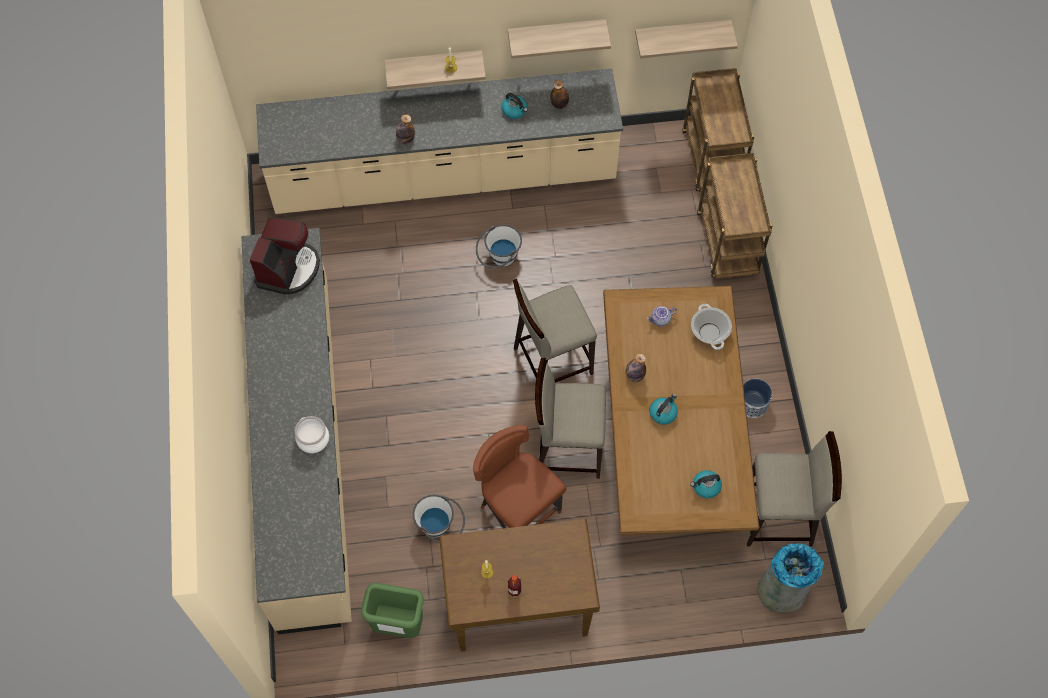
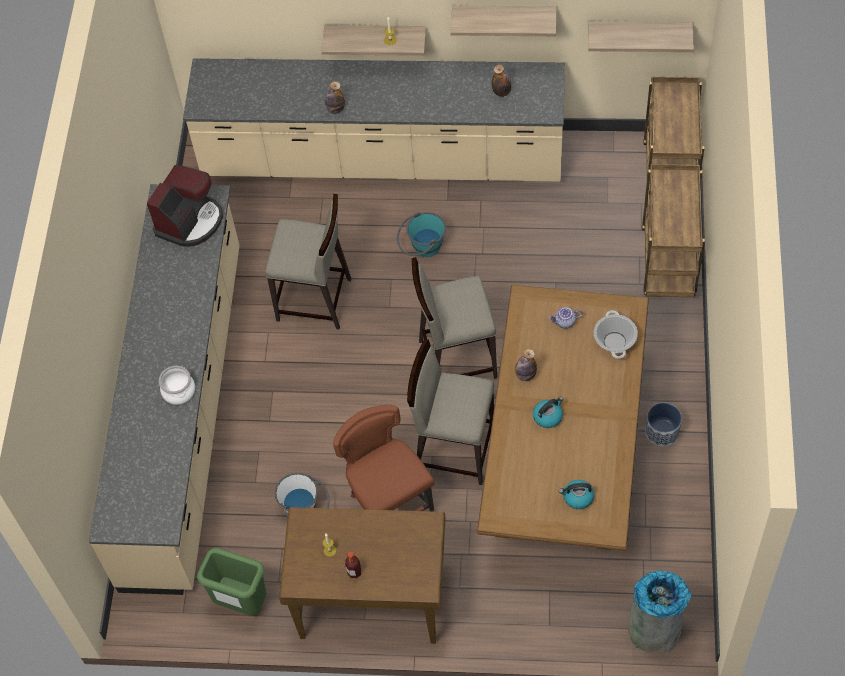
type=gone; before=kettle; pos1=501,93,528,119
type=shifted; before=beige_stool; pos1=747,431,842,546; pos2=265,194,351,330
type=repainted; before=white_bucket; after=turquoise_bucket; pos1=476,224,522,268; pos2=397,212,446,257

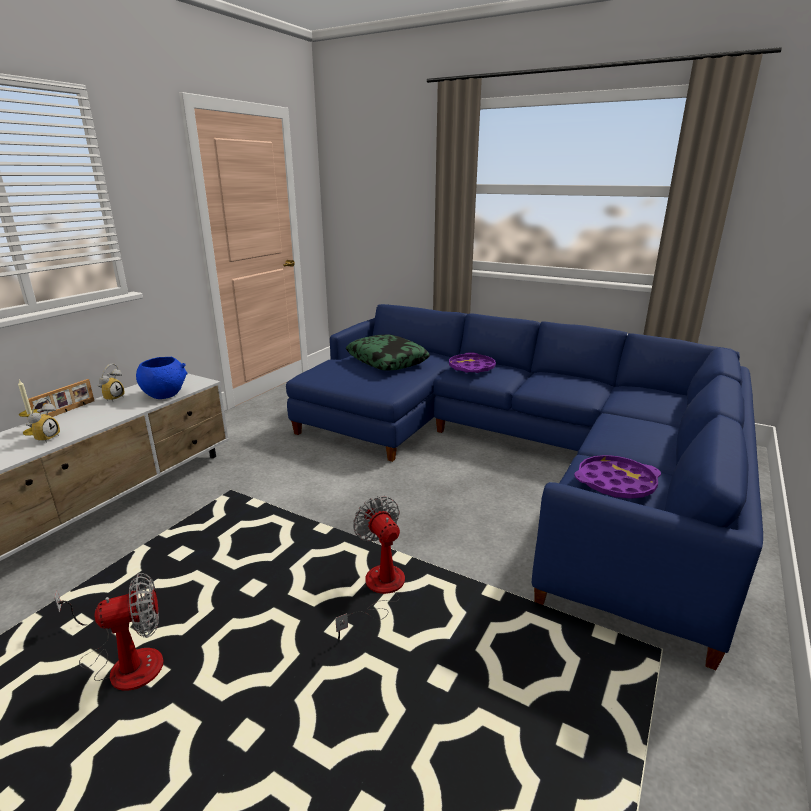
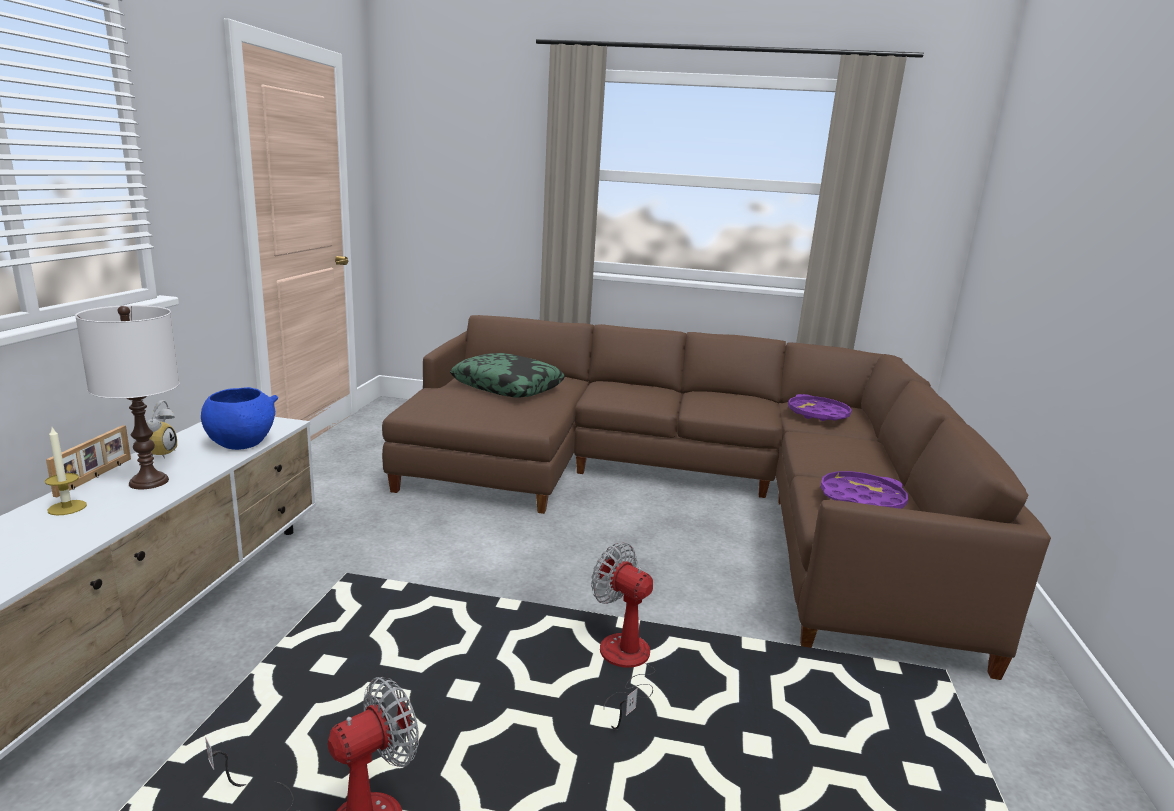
type=gone; before=alarm_clock; pos1=26,398,60,443
type=new; after=white_table_lamp; pos2=75,305,180,489
type=shifted; before=purple_tray; pos1=449,353,496,373; pos2=788,394,852,421
type=repainted; before=blue_sofa; after=brown_sofa; pos1=286,304,763,670; pos2=382,315,1051,680

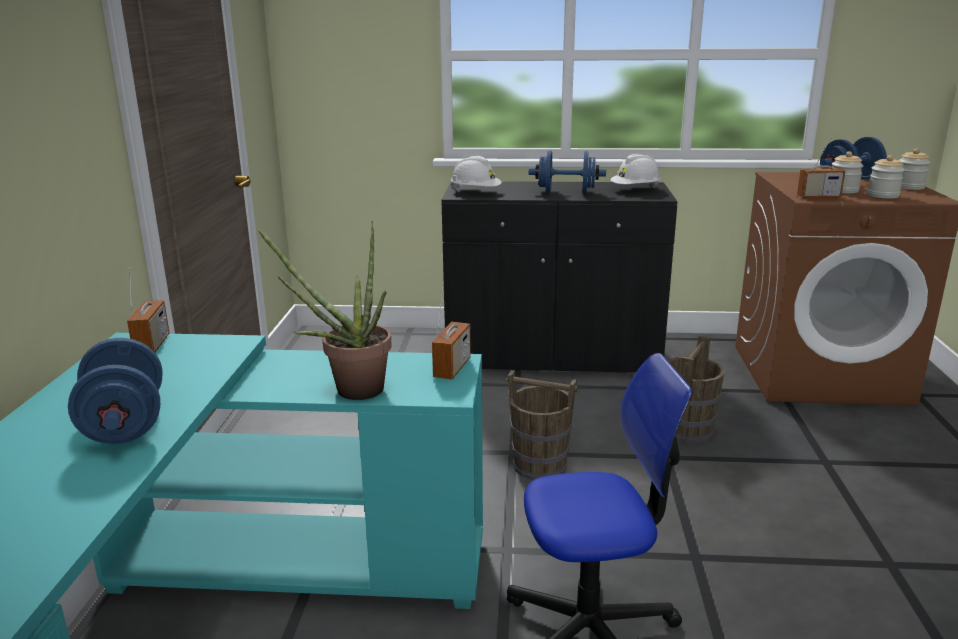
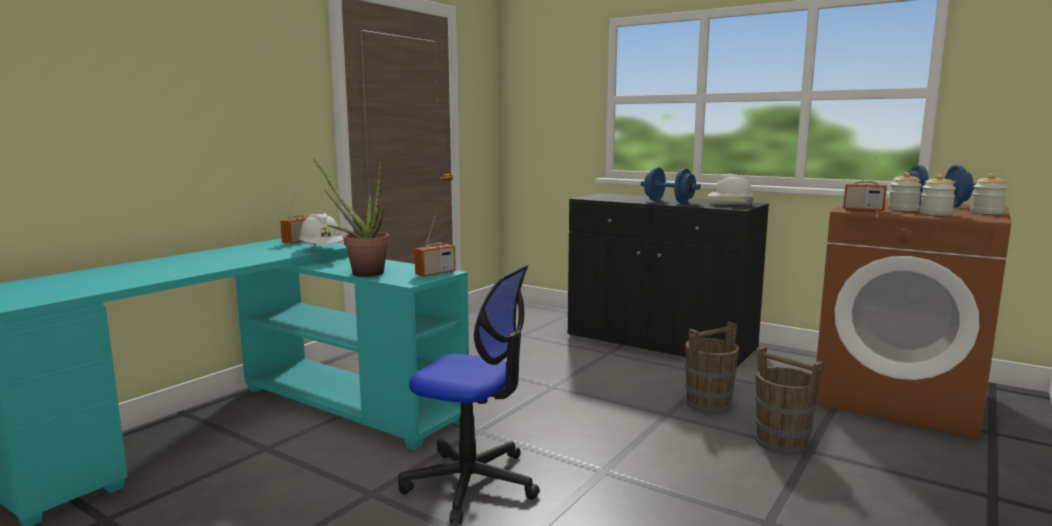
type=gone; before=blue_dumbbell; pos1=68,338,163,444
type=shifted; before=white_hard_hat; pos1=451,156,502,190; pos2=299,213,343,246
type=shifted; before=brown_bucket; pos1=507,370,578,480; pos2=755,346,823,455

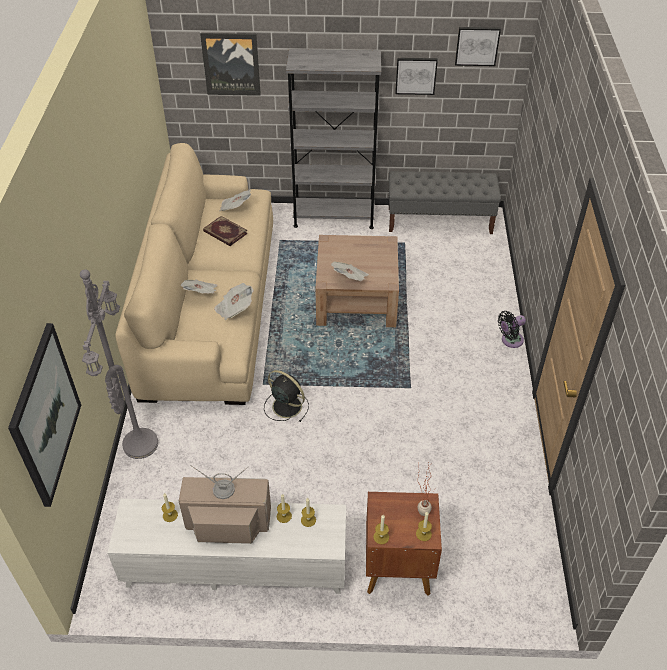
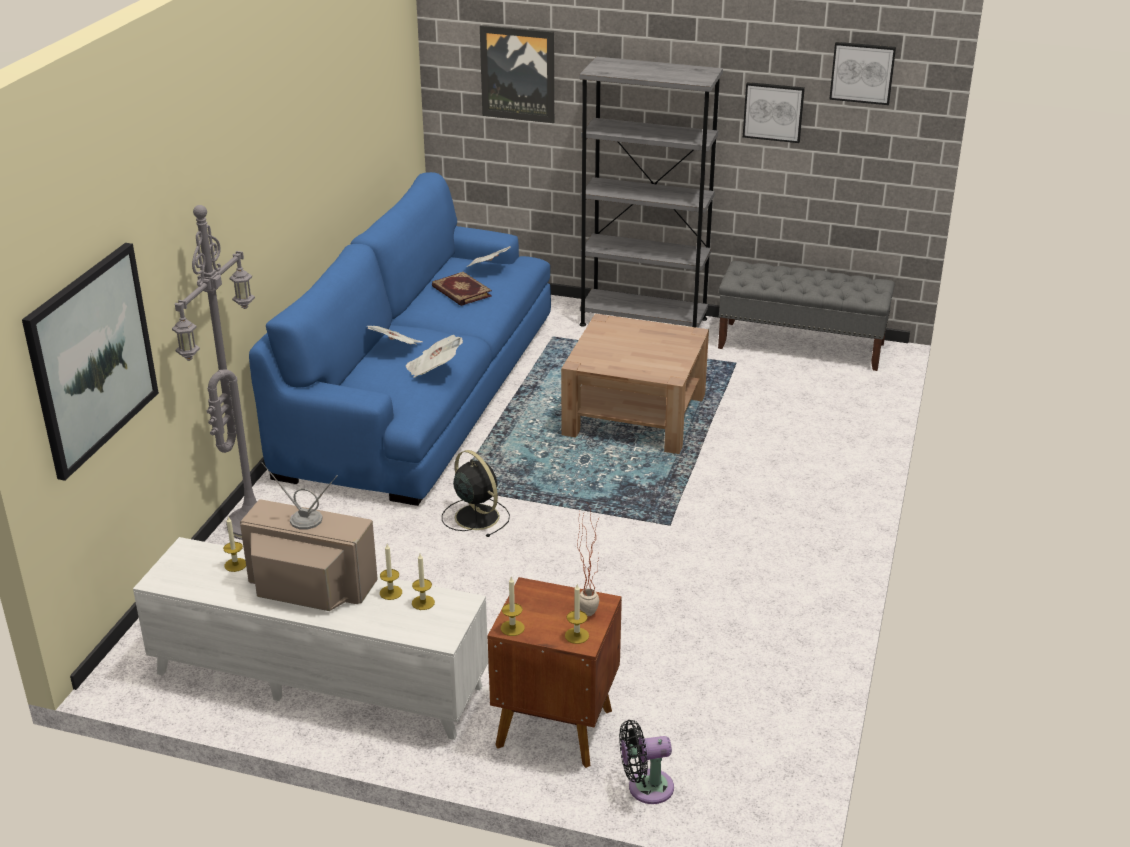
type=gone; before=newspaper; pos1=331,262,369,281
type=shifted; before=black_fan; pos1=498,311,526,348; pos2=619,720,674,804
type=repainted; before=beige_sofa; after=blue_sofa; pos1=115,143,273,405; pos2=249,172,551,506

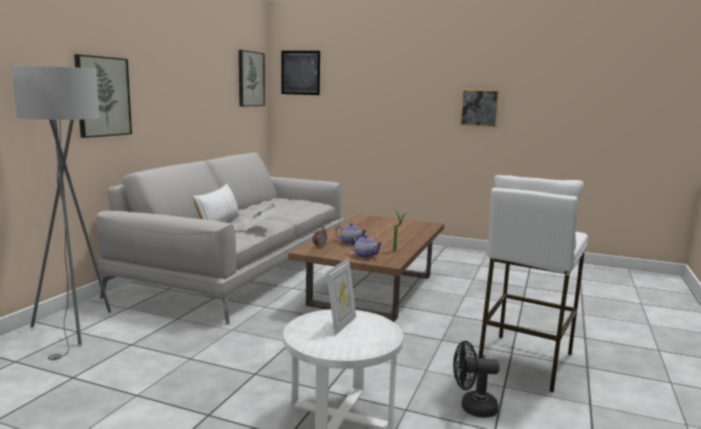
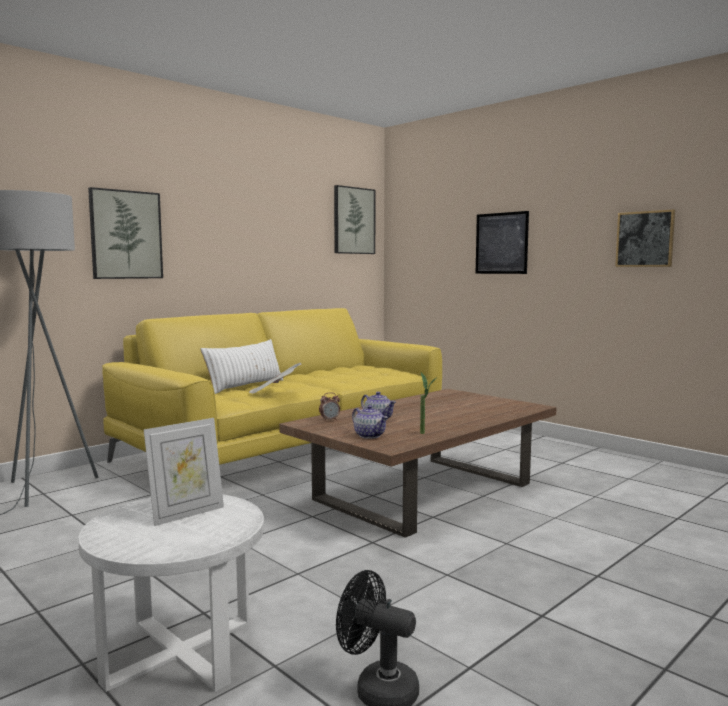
type=gone; before=white_stool; pos1=478,175,588,393
type=shifted; before=picture; pos1=281,51,320,95; pos2=476,211,529,274
type=repainted; before=grey_sofa; after=yellow_sofa; pos1=97,153,343,325; pos2=102,308,442,465

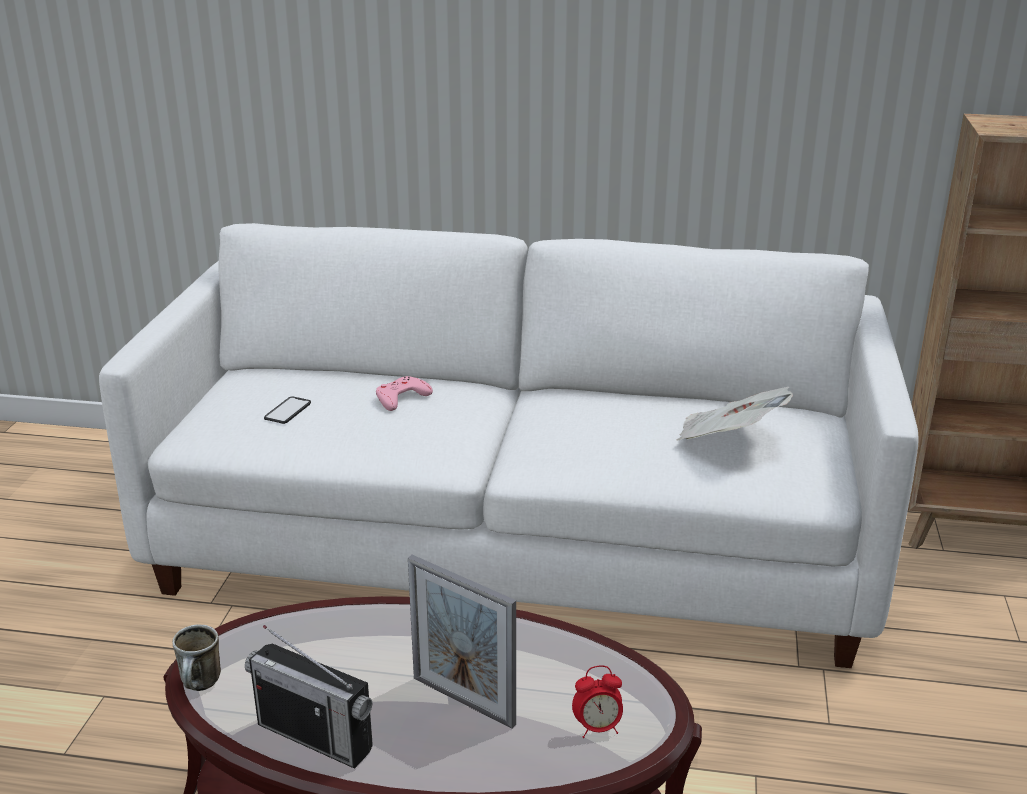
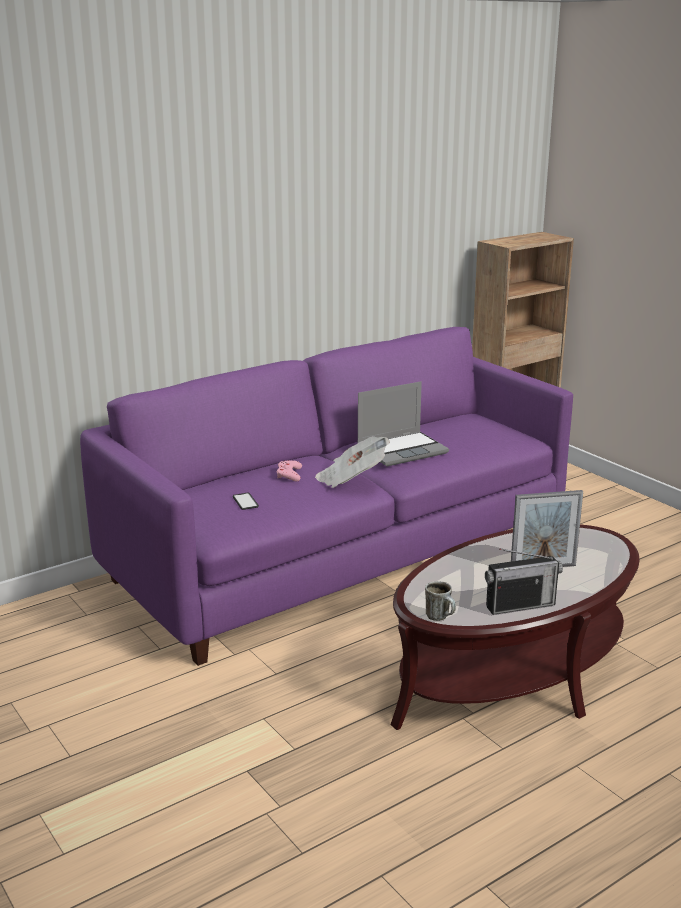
type=gone; before=alarm_clock; pos1=572,665,623,738
type=new; after=laptop; pos2=358,381,449,466
type=shifted; before=newspaper; pos1=676,387,793,441; pos2=315,436,390,488
type=repainted; before=white_sofa; after=purple_sofa; pos1=99,223,918,668; pos2=80,327,573,666

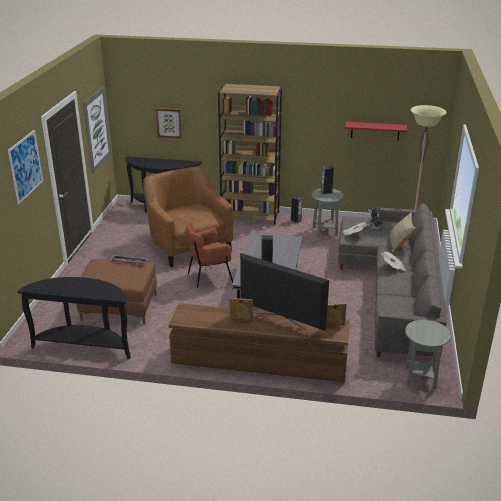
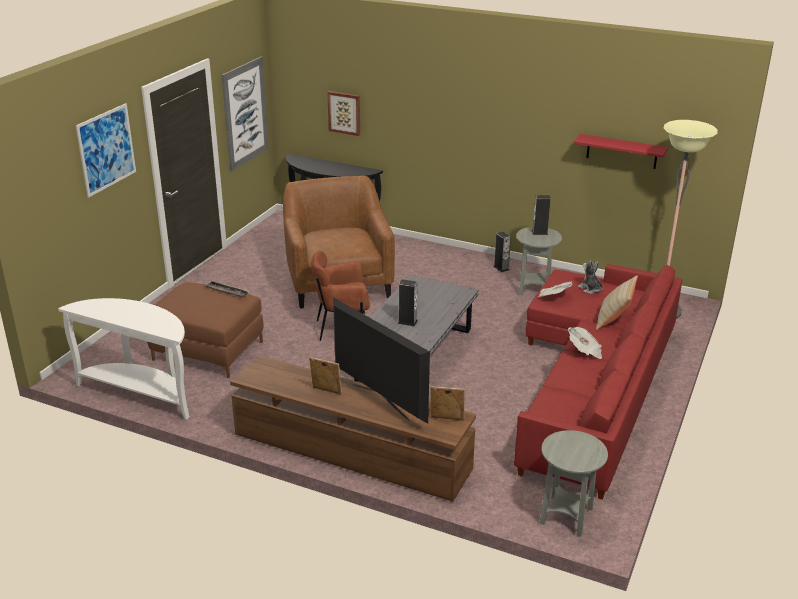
type=gone; before=brown_bookcase; pos1=218,84,282,225
type=repainted; before=black_console_table; after=white_console_table; pos1=17,277,131,359; pos2=58,298,190,420
type=repainted; before=grey_sofa; after=red_sofa; pos1=338,203,447,357; pos2=514,264,682,500

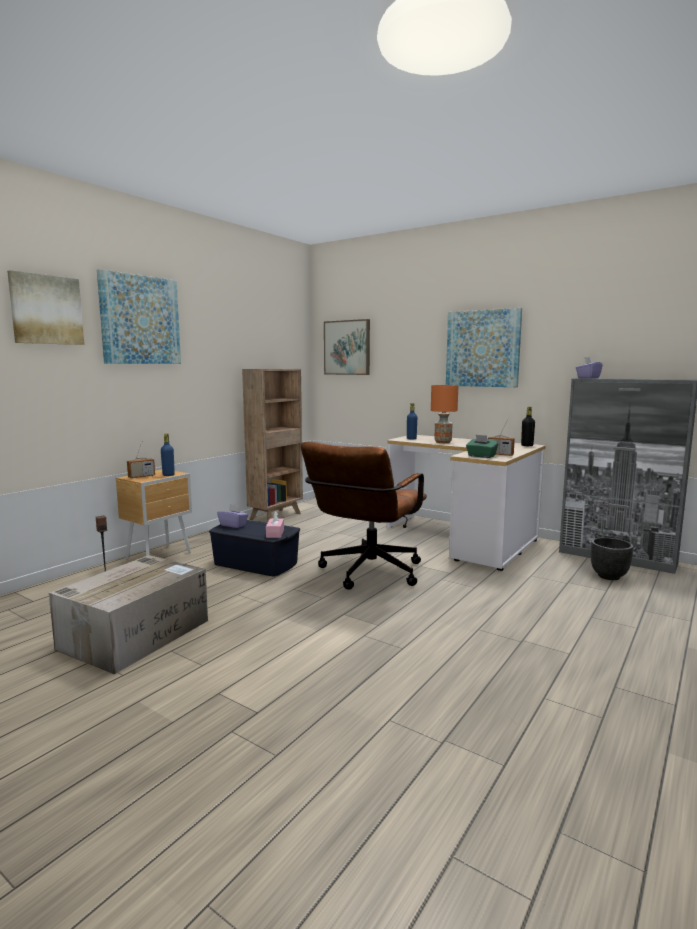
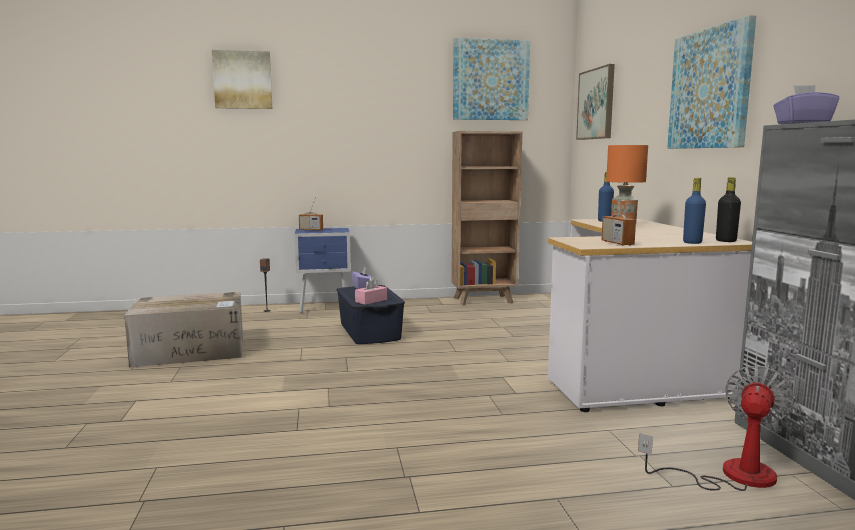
type=gone; before=brown_office_chair; pos1=300,442,427,590
type=gone; before=green_tissue_box; pos1=466,435,499,458
type=shifted; before=picture; pos1=97,269,181,364; pos2=453,38,530,120
type=shifted; before=blue_bottle; pos1=161,433,175,476; pos2=683,178,706,244
type=swapped; before=black_planter; after=fan; pos1=591,537,633,580; pos2=638,365,794,491
type=repainted; before=brown_nightstand; after=blue_nightstand; pos1=116,470,192,560; pos2=294,228,351,313

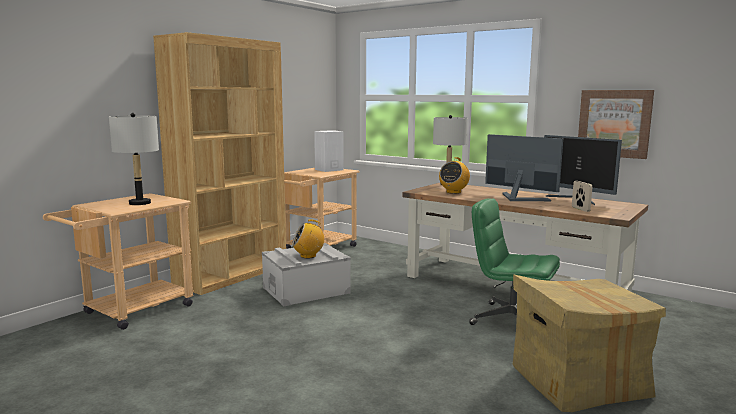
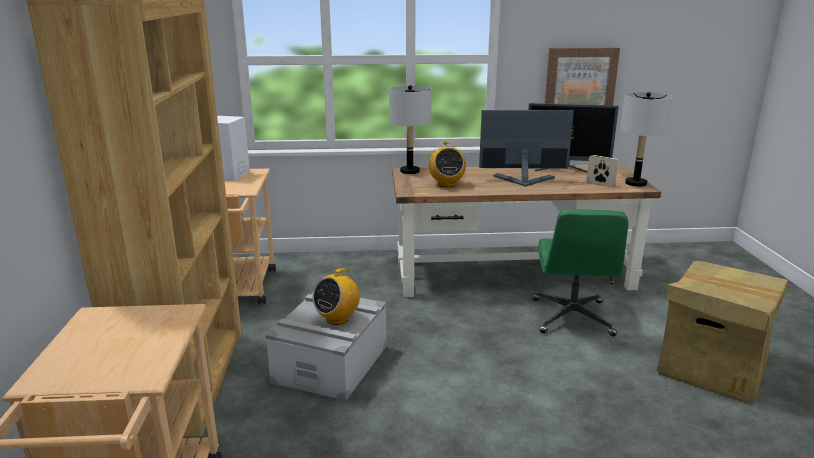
type=shifted; before=grey_table_lamp; pos1=109,113,159,205; pos2=620,92,673,187
type=rotated; before=green_office_chair; pos1=469,198,560,325; pos2=533,209,628,336; turn=-75

